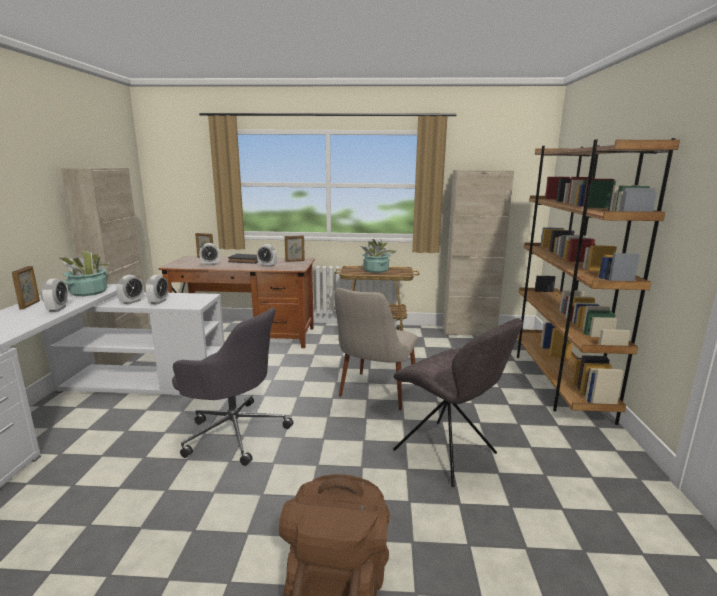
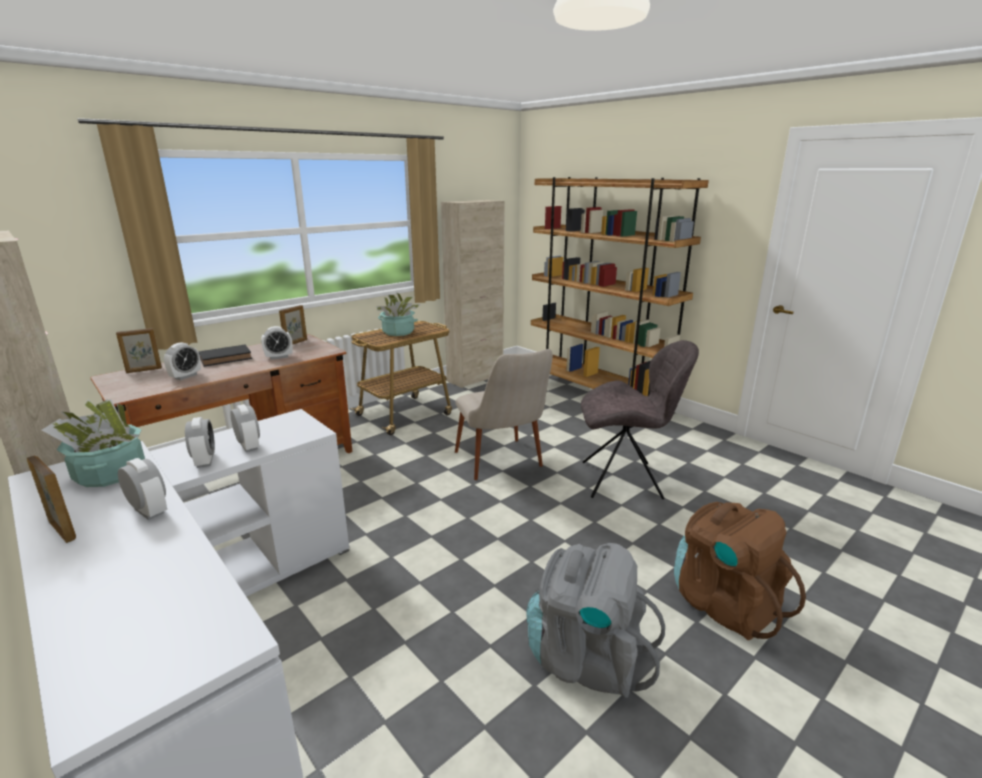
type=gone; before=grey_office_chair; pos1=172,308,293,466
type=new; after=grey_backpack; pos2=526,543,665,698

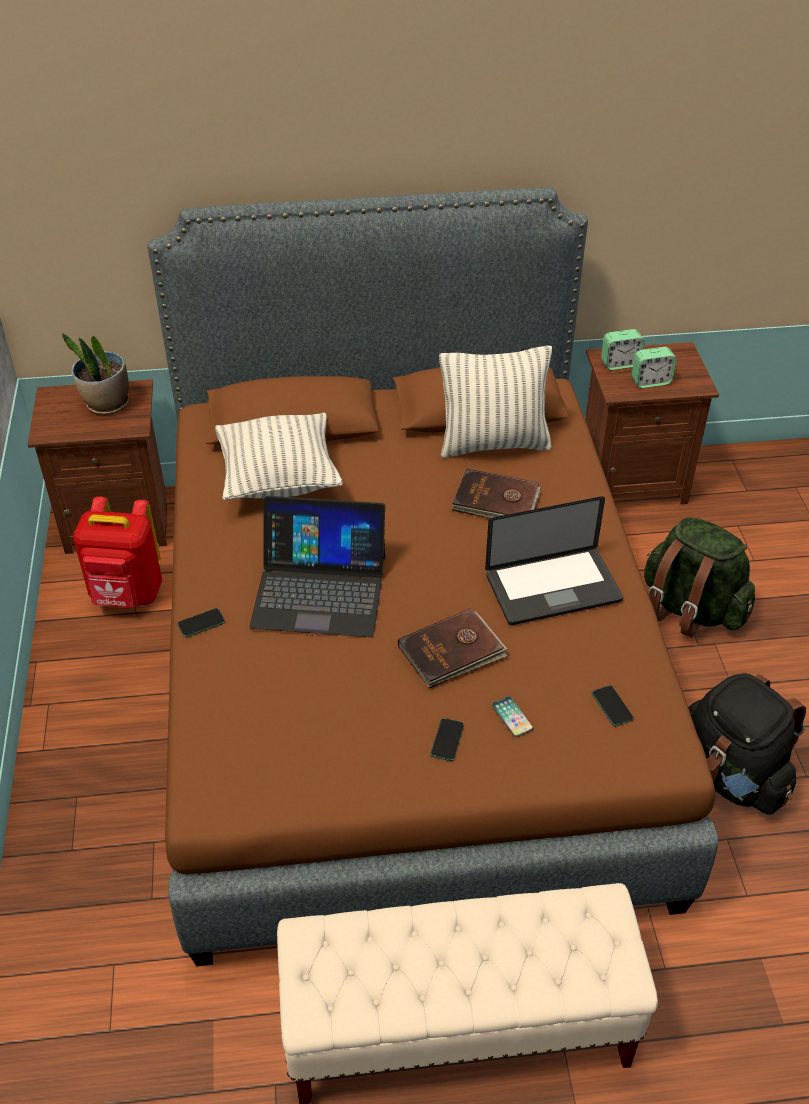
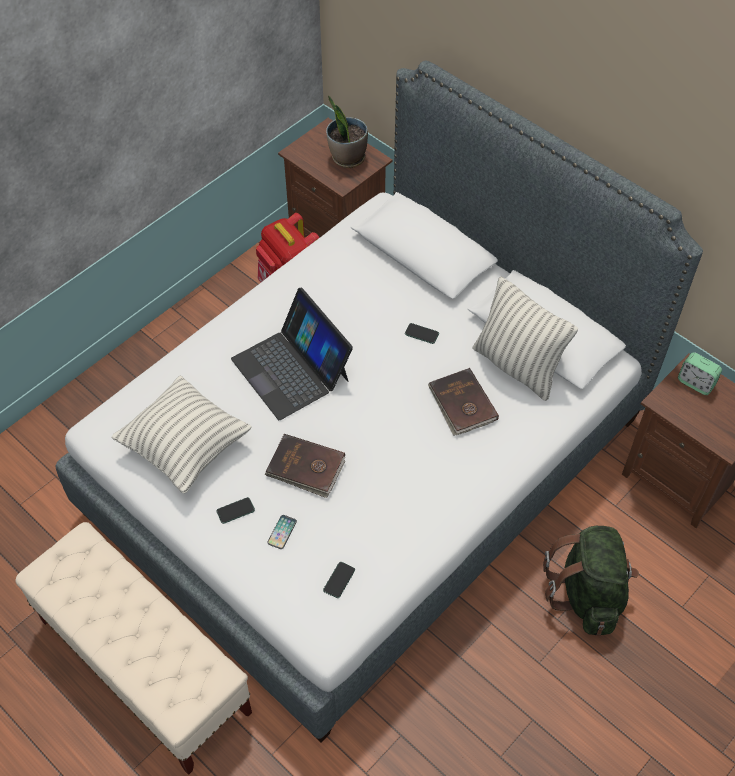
type=gone; before=laptop; pos1=485,496,623,625
type=gone; before=alarm_clock; pos1=632,347,677,388
type=gone; before=black_backpack; pos1=688,673,806,814
type=shifted; before=phone; pos1=177,608,225,637; pos2=405,323,439,344
type=shifted; before=pillow; pos1=215,413,343,500; pos2=111,375,252,494
type=repainted; before=brown_bed; after=white_bed; pos1=147,188,718,967; pos2=56,61,703,743

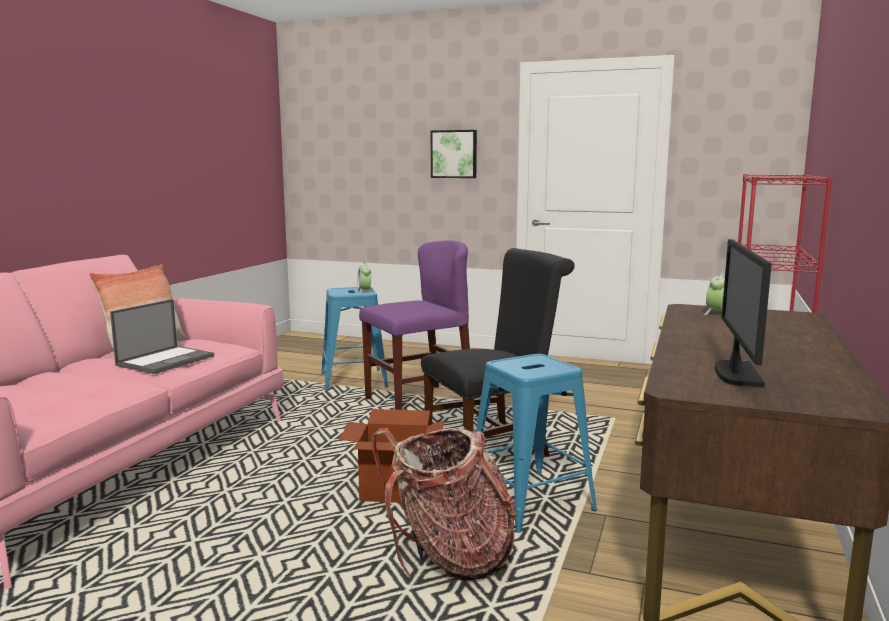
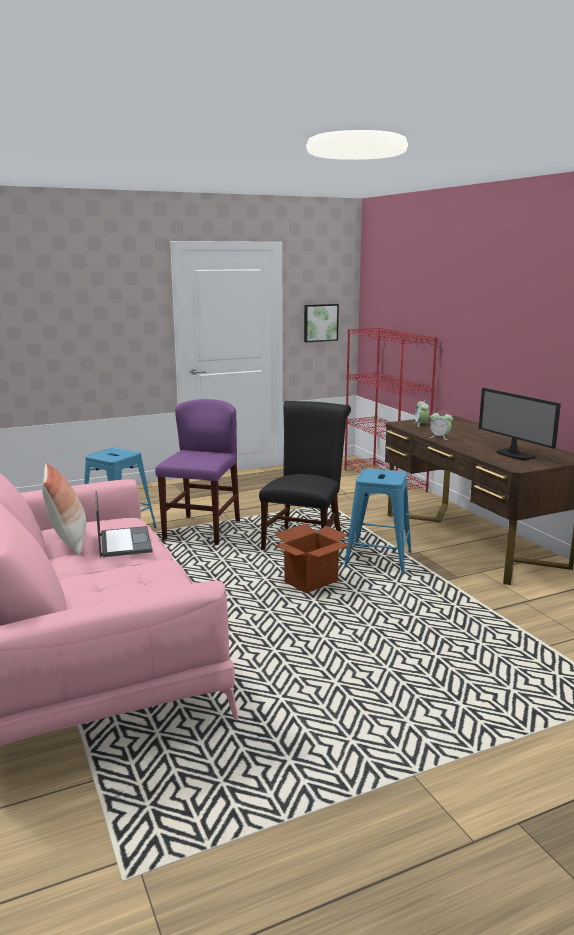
type=gone; before=backpack; pos1=372,426,516,581
type=shifted; before=alarm_clock; pos1=357,261,371,294; pos2=429,410,453,440
type=shifted; before=picture; pos1=431,130,477,178; pos2=304,304,339,342

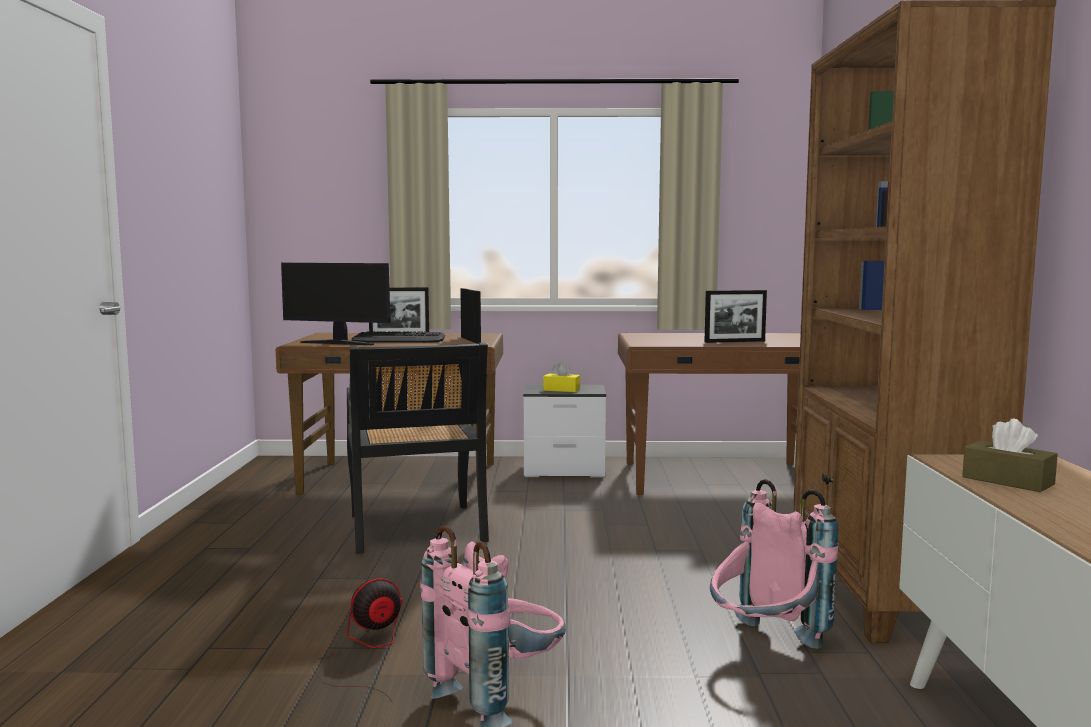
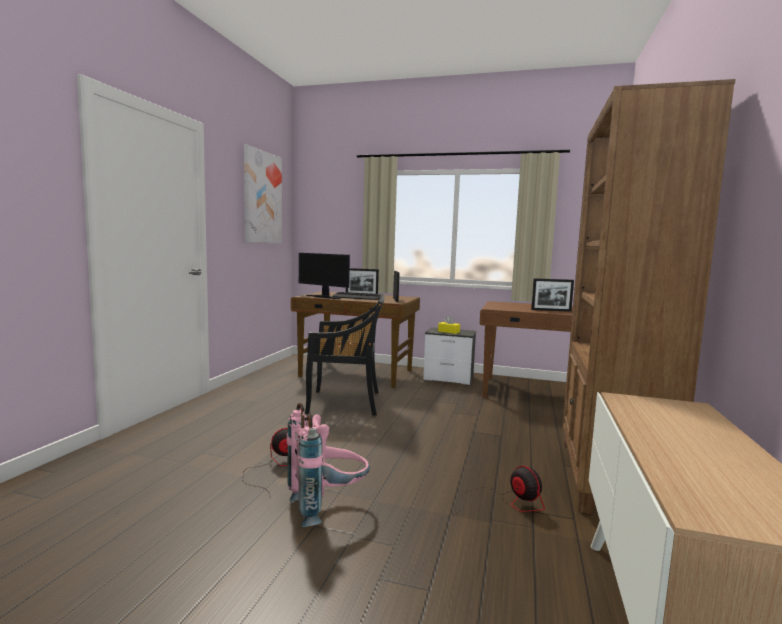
type=gone; before=brown_tissue_box; pos1=963,418,1058,492
type=new; after=picture; pos2=244,144,282,243
type=swapped; before=pink_backpack; after=fan; pos1=710,479,839,649; pos2=450,466,545,516
type=rotated; before=black_chair; pos1=347,342,489,554; pos2=305,294,385,416; turn=-90

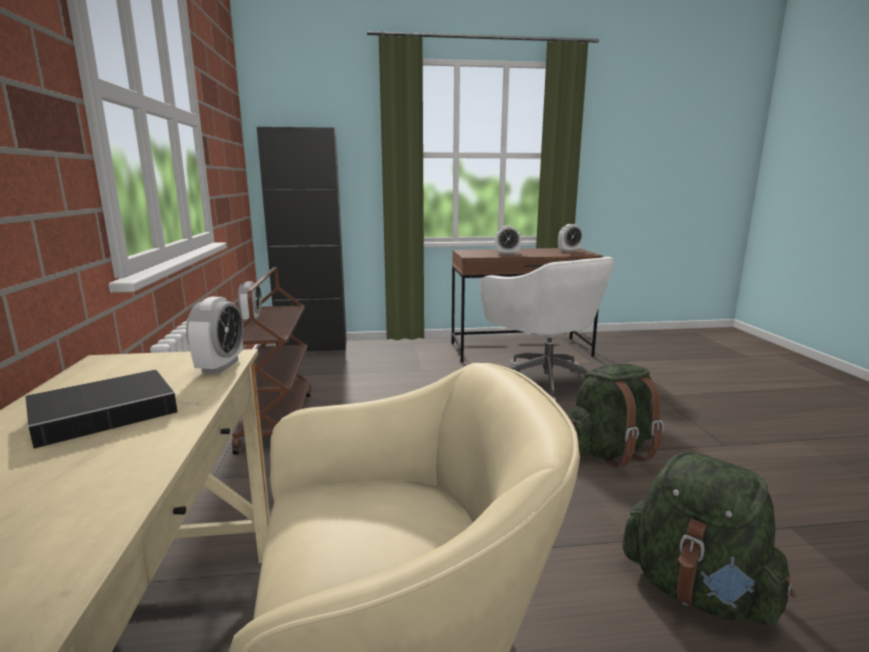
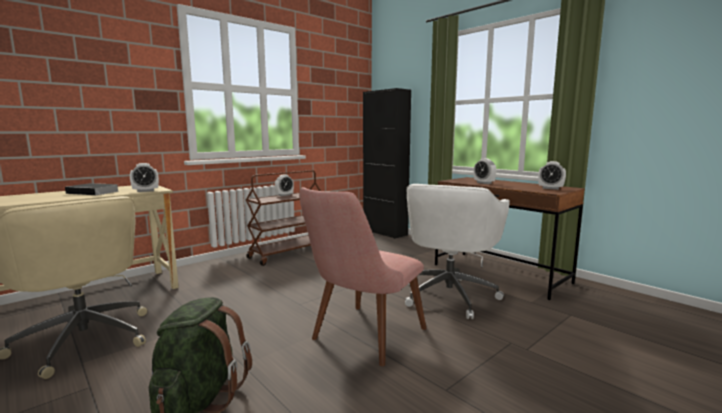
type=swapped; before=green_backpack; after=pink_chair; pos1=568,364,664,468; pos2=299,187,427,366

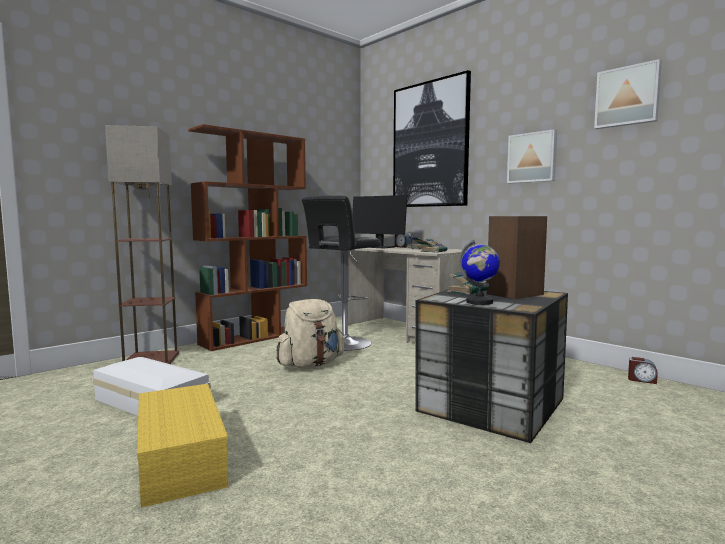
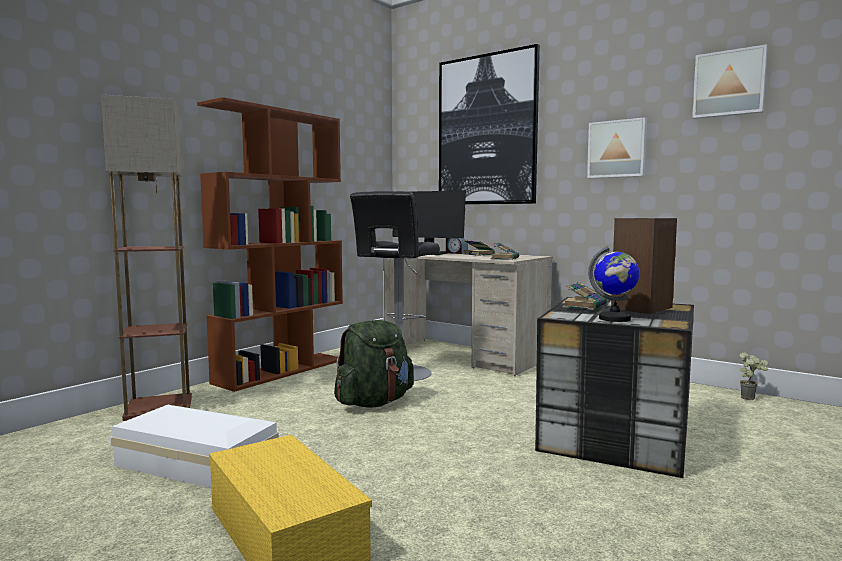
type=swapped; before=alarm_clock; after=potted_plant; pos1=628,357,658,384; pos2=739,352,768,400
type=repainted; before=beige_backpack; after=green_backpack; pos1=276,299,344,369; pos2=334,320,414,408

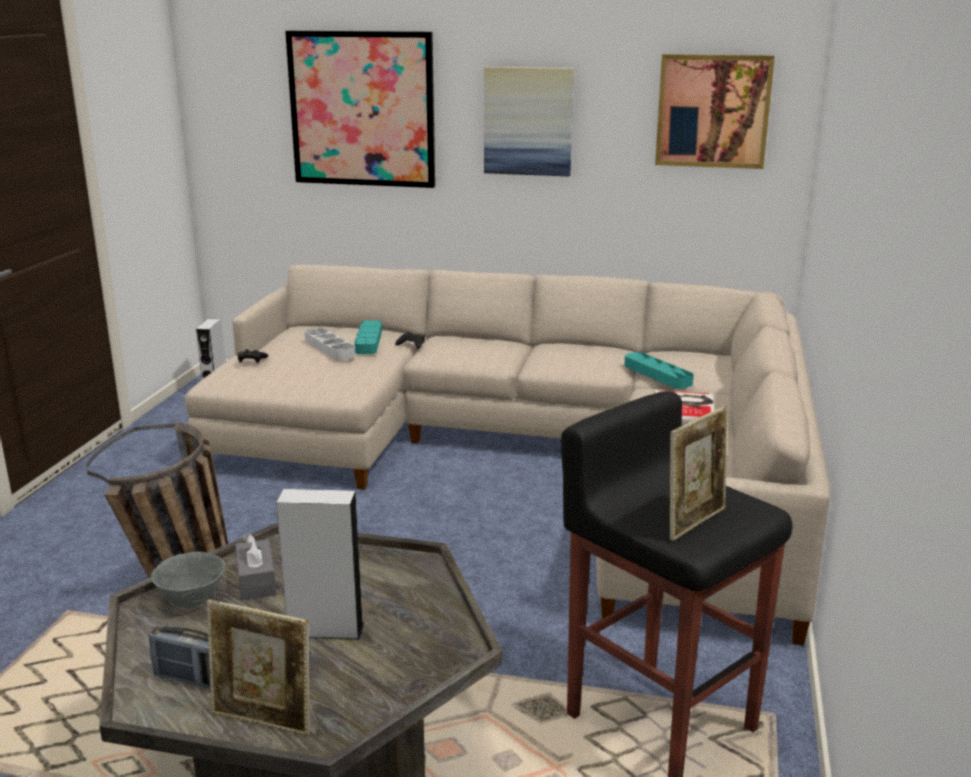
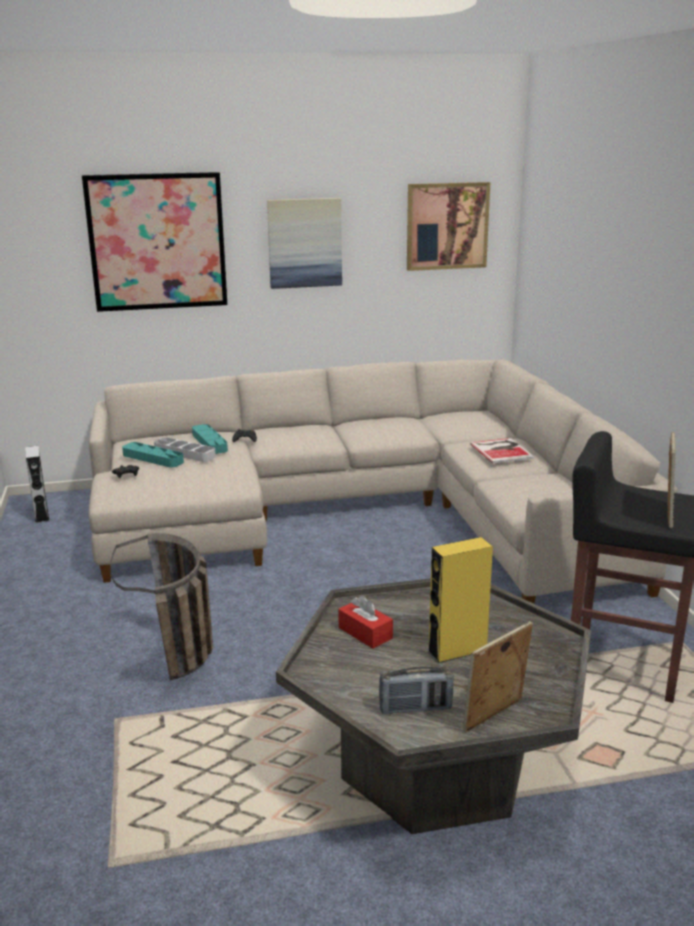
type=gone; before=grey_bowl; pos1=151,552,225,608
type=shifted; before=turquoise_tray; pos1=624,352,694,389; pos2=122,442,184,467
type=repainted; before=grey_tissue_box; after=red_tissue_box; pos1=235,533,276,600; pos2=338,595,393,649
type=repainted; before=grey_speaker; after=yellow_speaker; pos1=276,489,364,640; pos2=427,537,493,663
type=rotated; before=picture_frame; pos1=207,600,310,736; pos2=463,621,533,733; turn=150

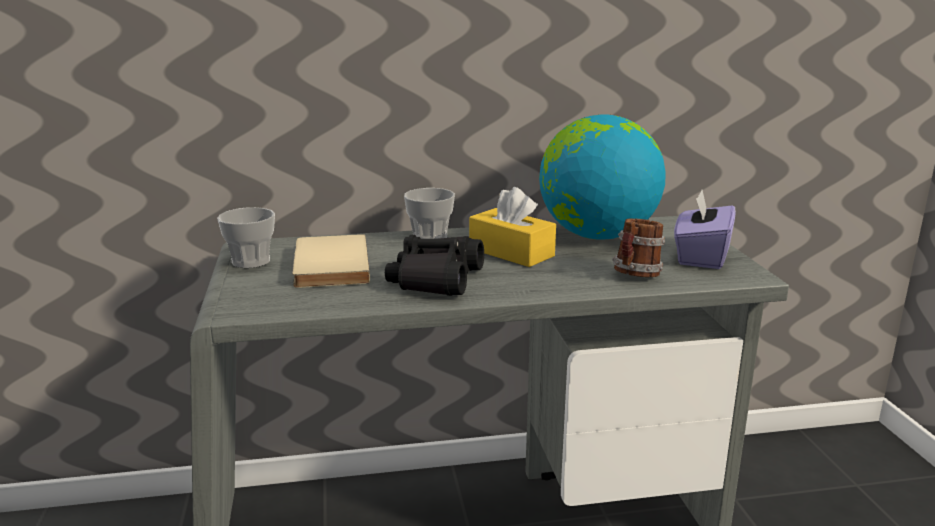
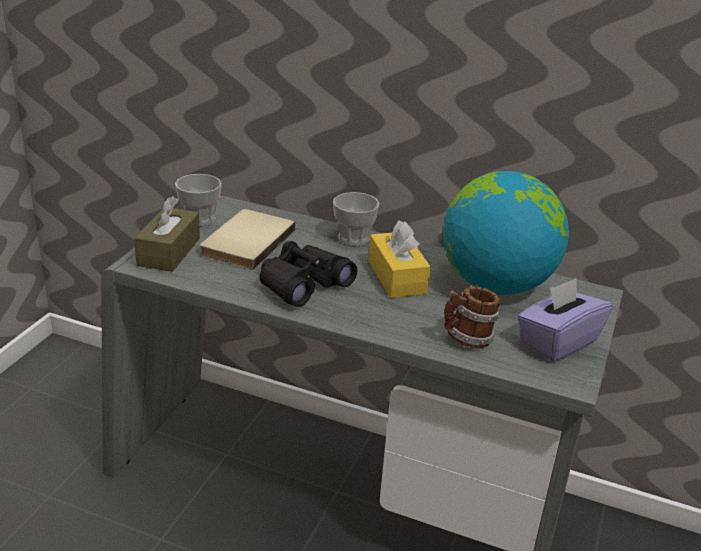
type=new; after=brown_tissue_box; pos2=134,196,200,272

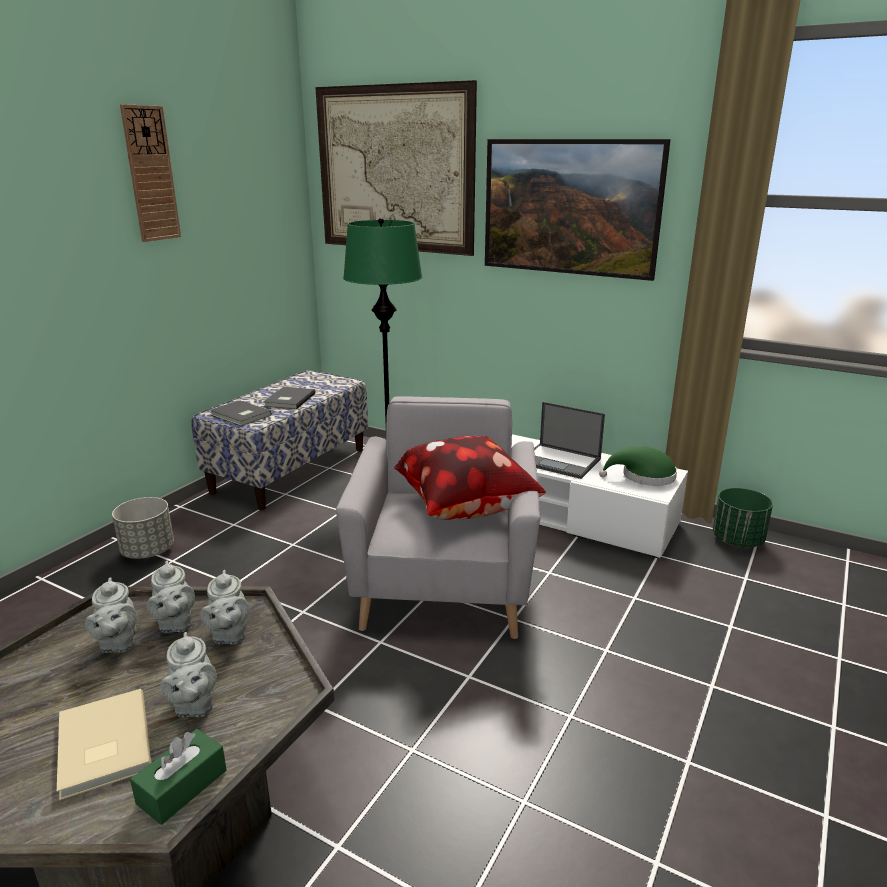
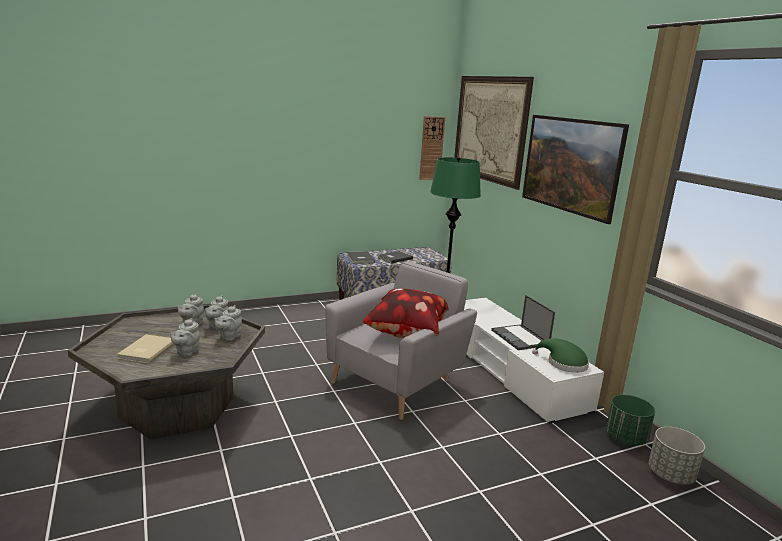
type=gone; before=green_tissue_box; pos1=130,729,227,825
type=shifted; before=grey_planter; pos1=112,497,174,559; pos2=648,427,705,485
type=shifted; before=wall_clock; pos1=120,104,181,242; pos2=419,116,445,180

